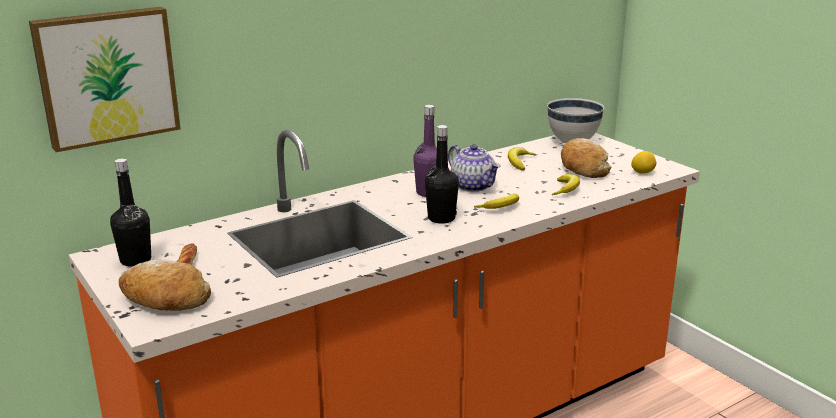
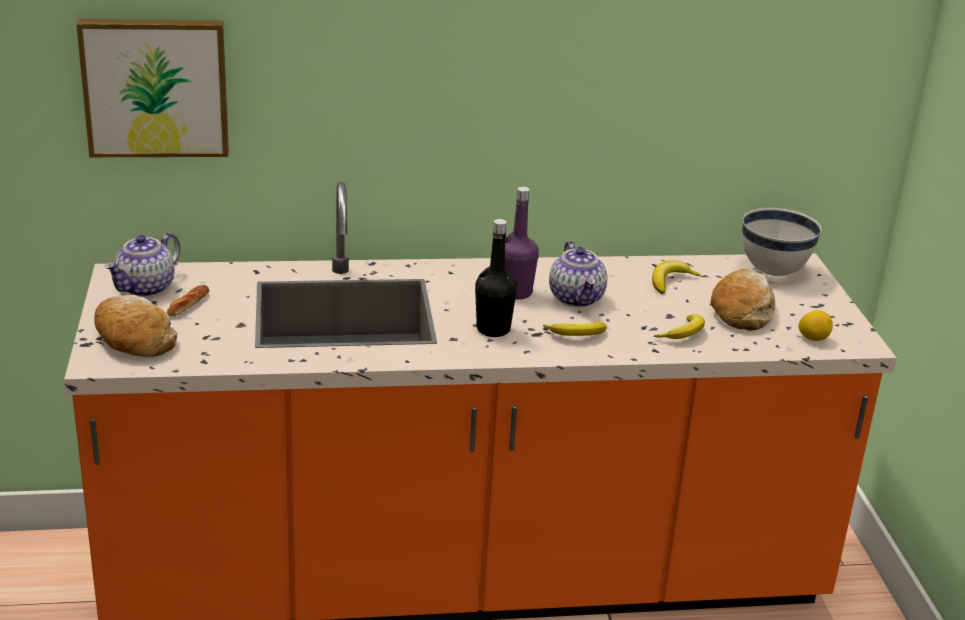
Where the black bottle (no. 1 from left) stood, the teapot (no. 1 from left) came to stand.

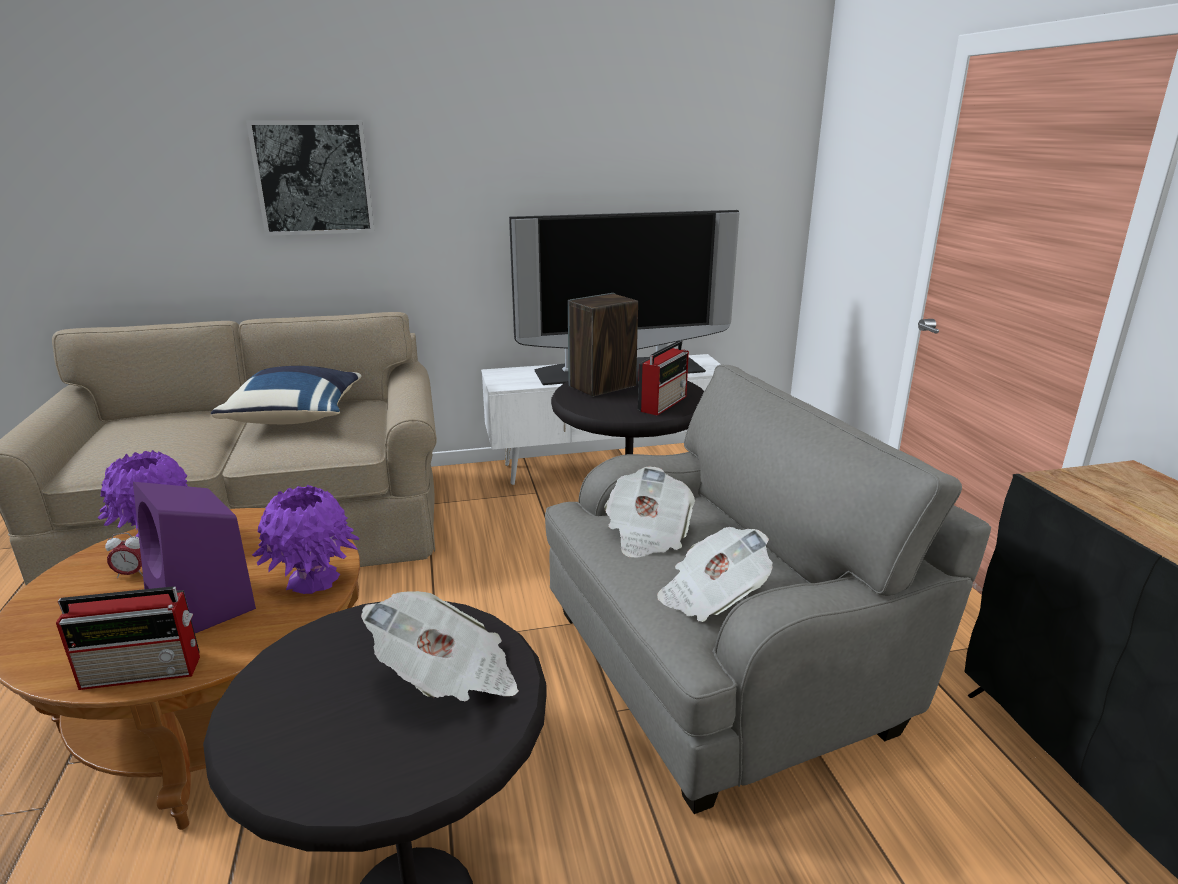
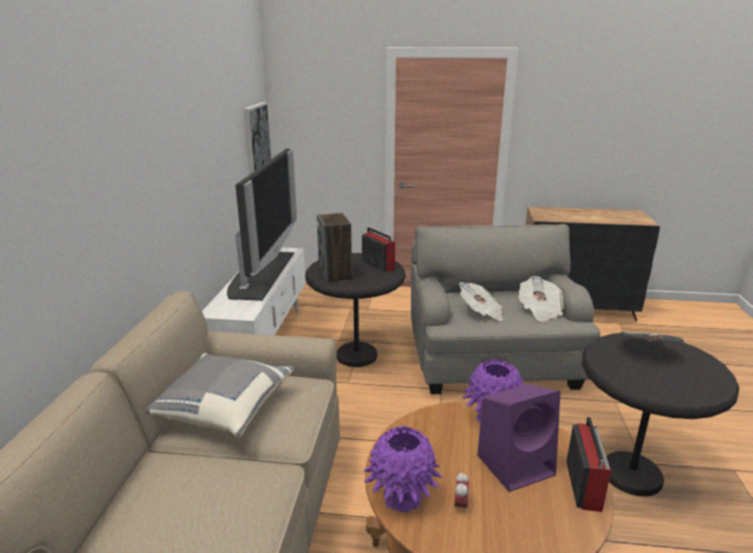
What was the blue pillow turned into the grey pillow. The picture ended up elsewhere.

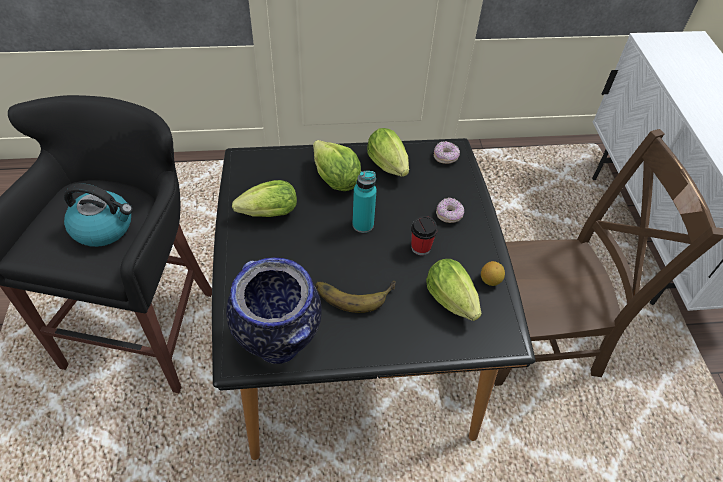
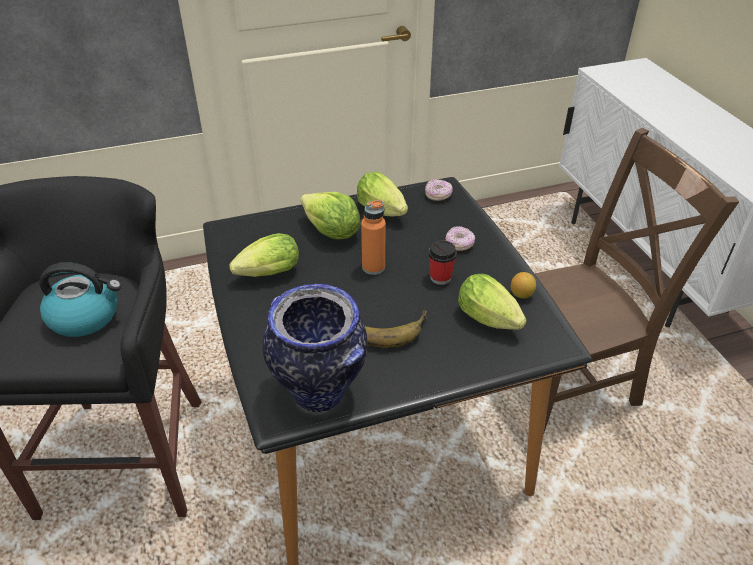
What was the turquoise bottle turned into the orange bottle.

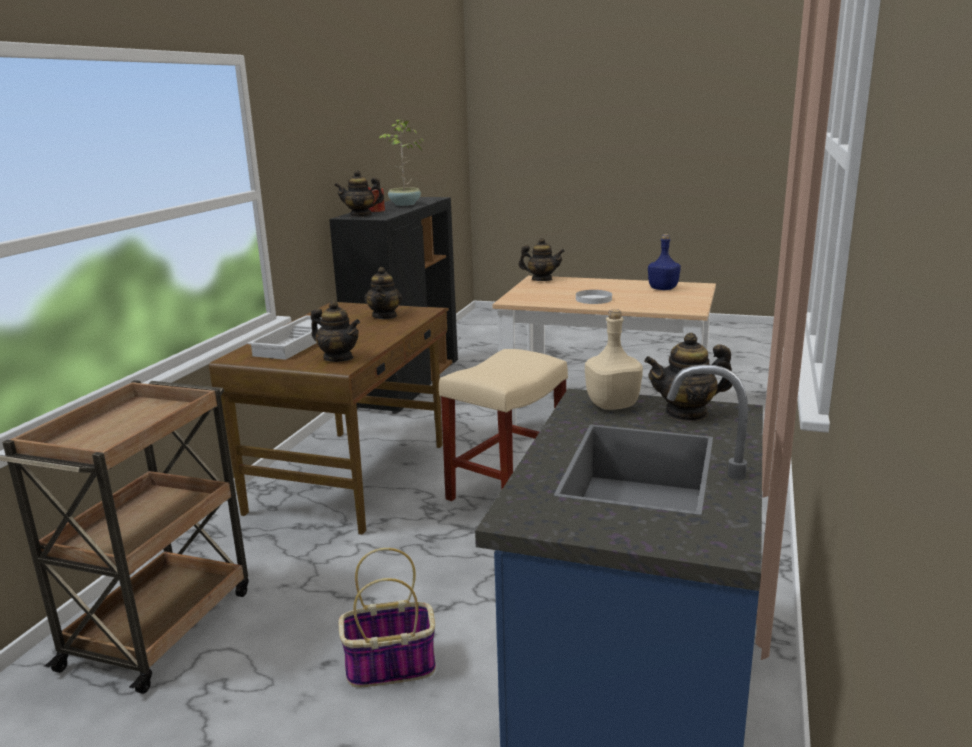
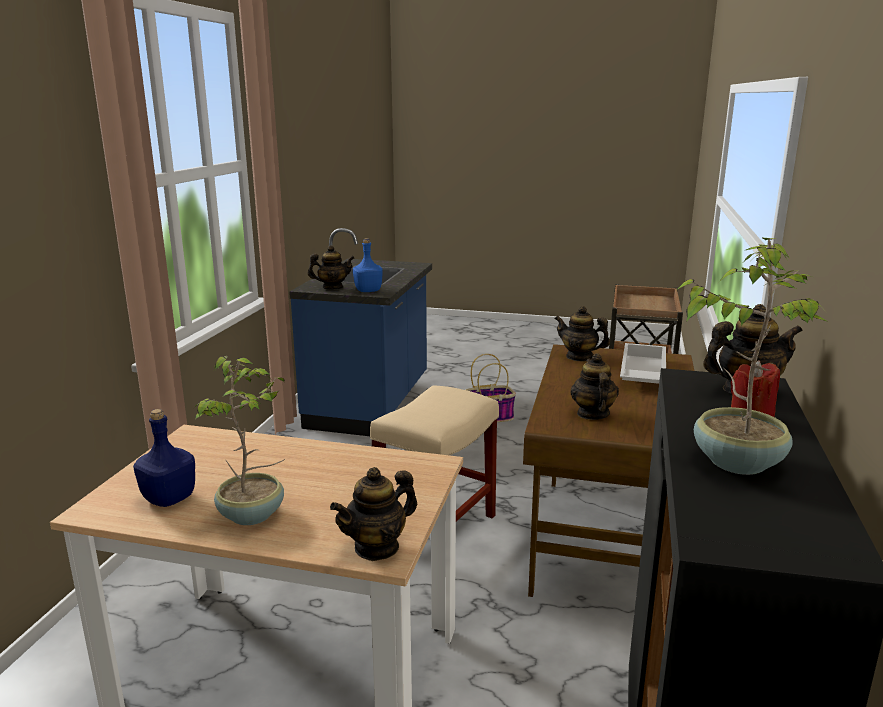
The second view gained the potted plant (no. 1 from left). The teapot (no. 4 from left in the first image) ended up facing another way, 45 degrees counterclockwise from before. What was the beige bottle turned into the blue bottle (no. 2 from left). The second view lost the white plate.

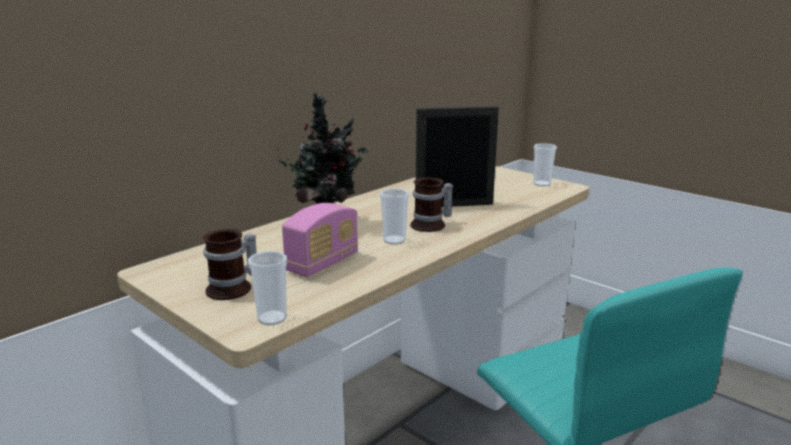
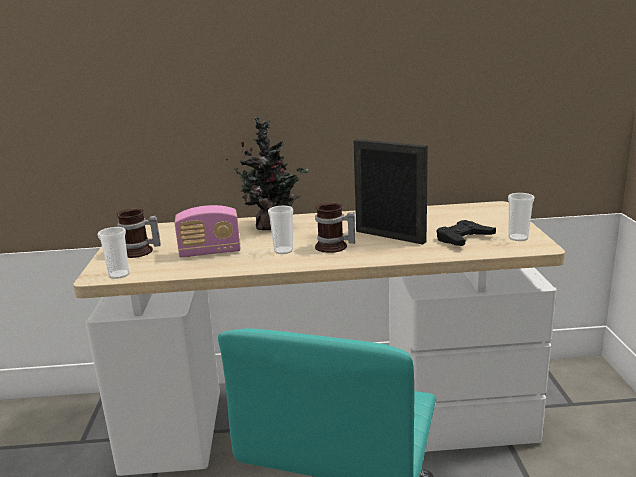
The second view gained the black game controller.

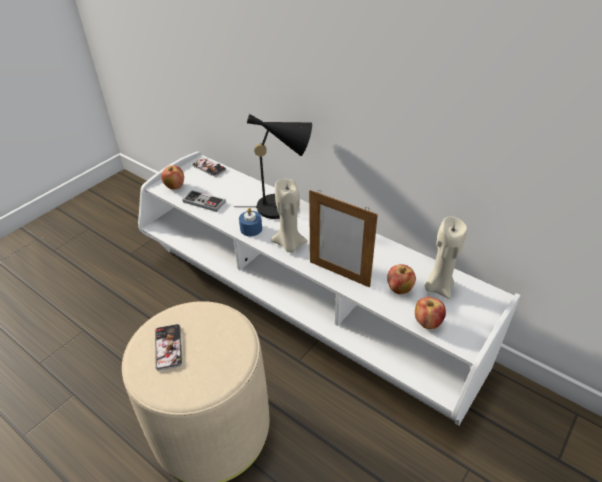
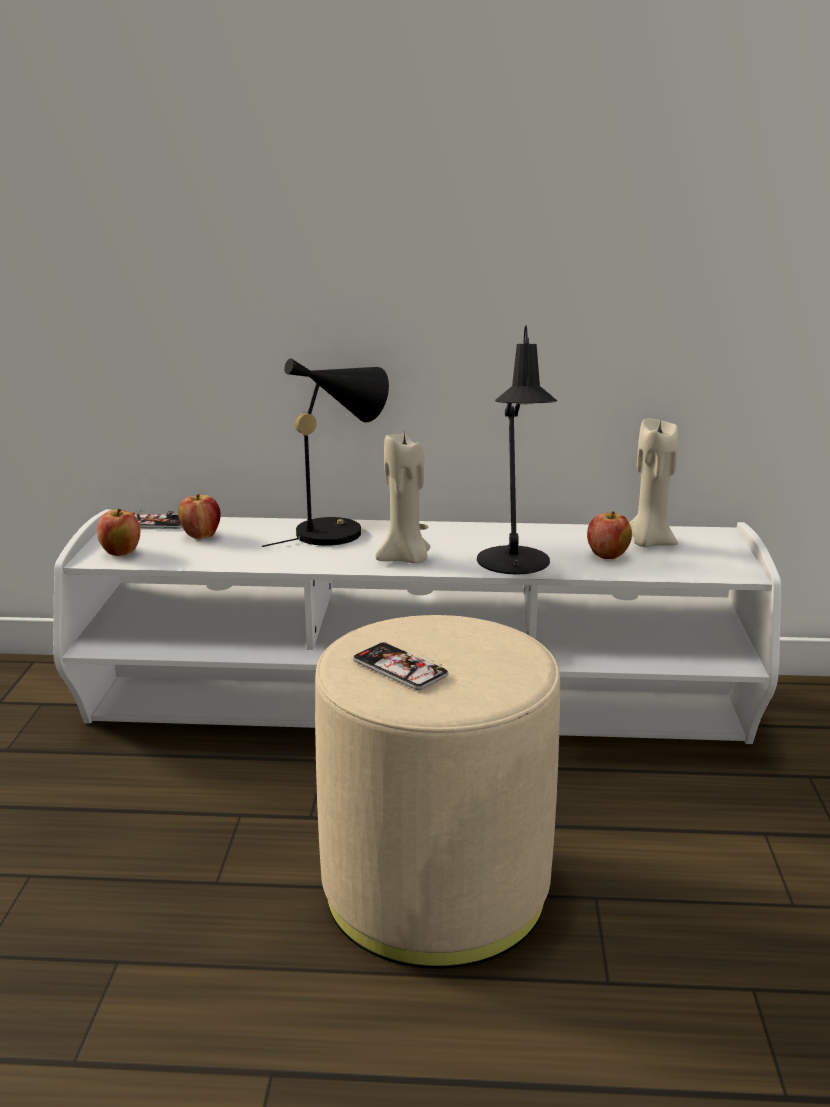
The apple (no. 3 from left in the first image) ended up elsewhere. Where the picture frame stood, the black table lamp (no. 2 from left) came to stand. The second view lost the game controller. The second view lost the blue candle.

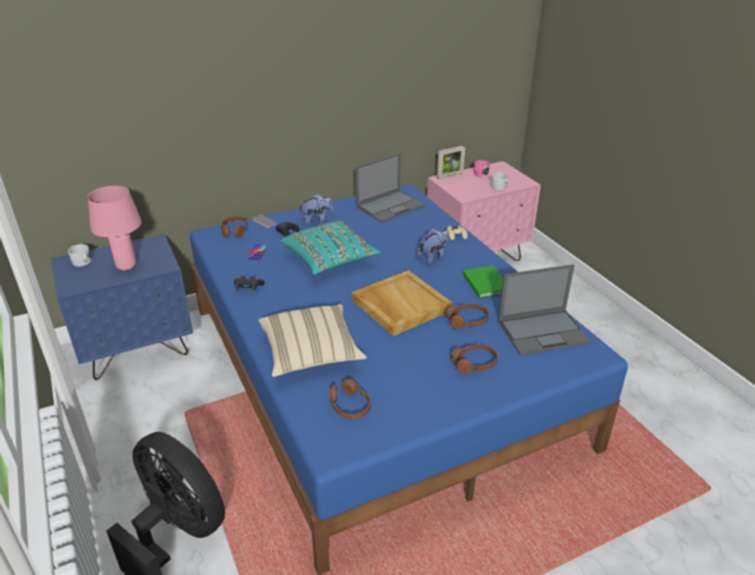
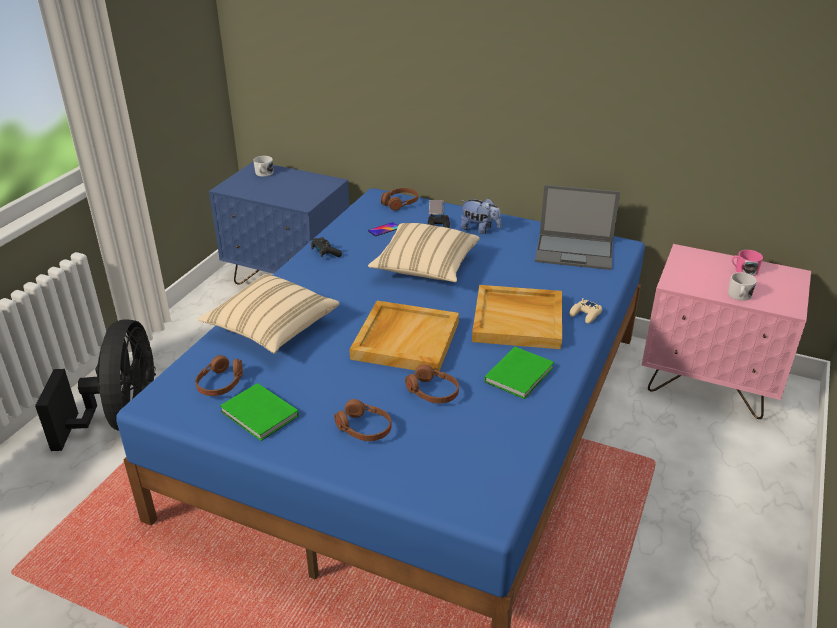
The second view gained the green book (no. 1 from left). What was the turquoise pillow turned into the beige pillow (no. 2 from left). Where the plush toy (no. 2 from left) stood, the beige tray (no. 2 from left) came to stand. The second view lost the pink table lamp. The second view lost the picture frame. The second view lost the laptop (no. 2 from left).

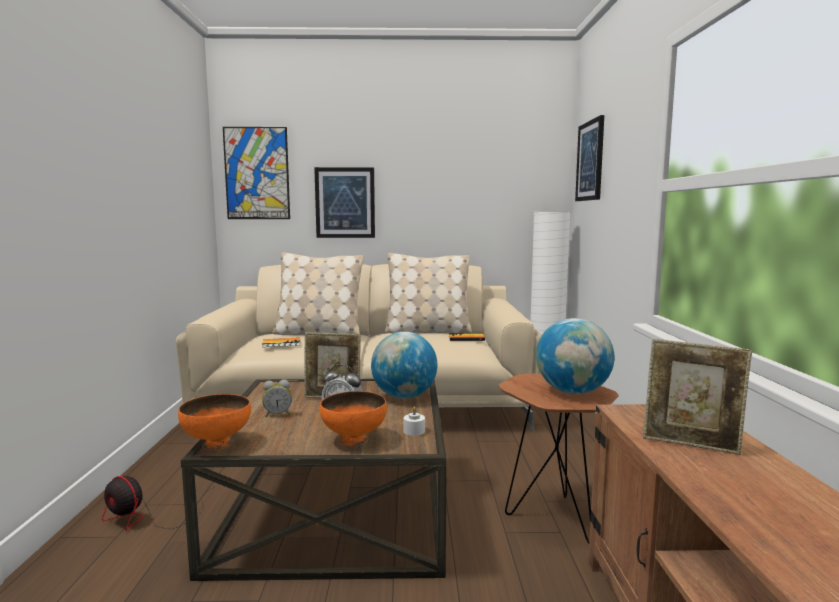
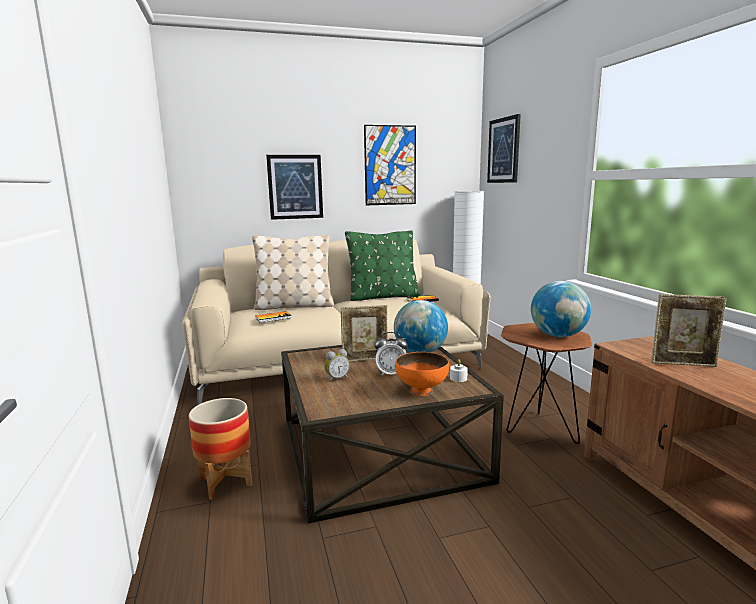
Where the fan stood, the planter came to stand. What was the beige pillow (no. 2 from left) turned into the green pillow. The picture (no. 1 from left in the first image) ended up elsewhere. The second view lost the orange bowl (no. 1 from left).

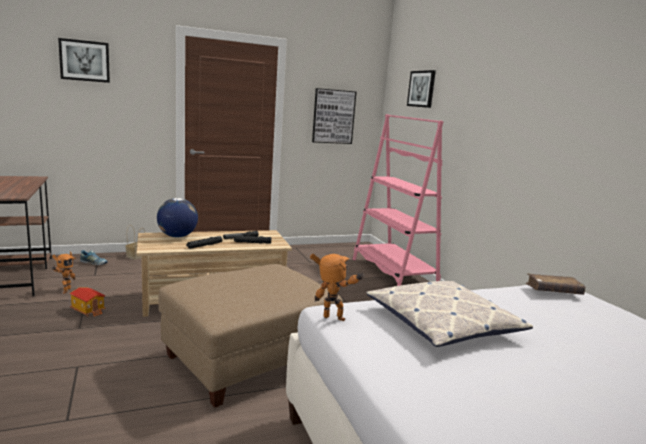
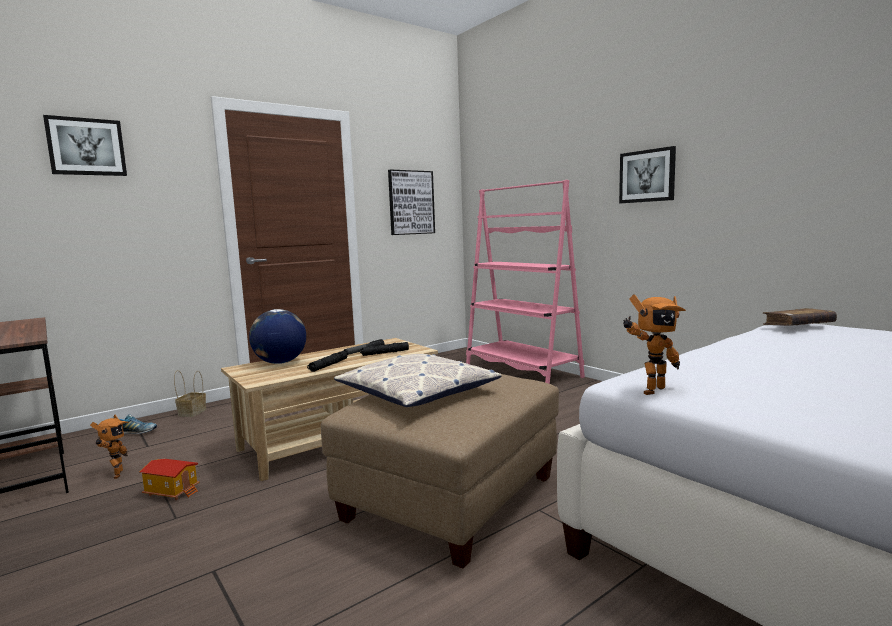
The pillow ended up elsewhere. The picture (no. 3 from left) ended up elsewhere. The toy robot (no. 2 from left) ended up facing another way, 150 degrees clockwise from before.

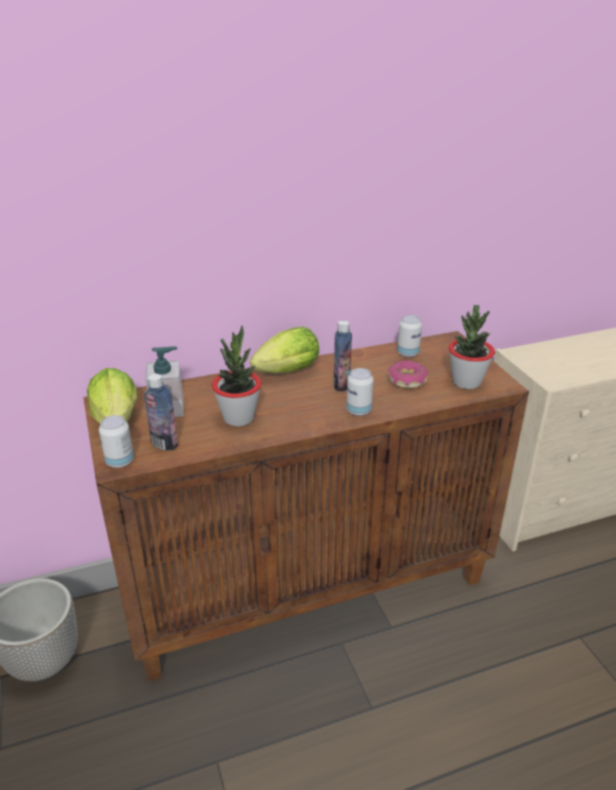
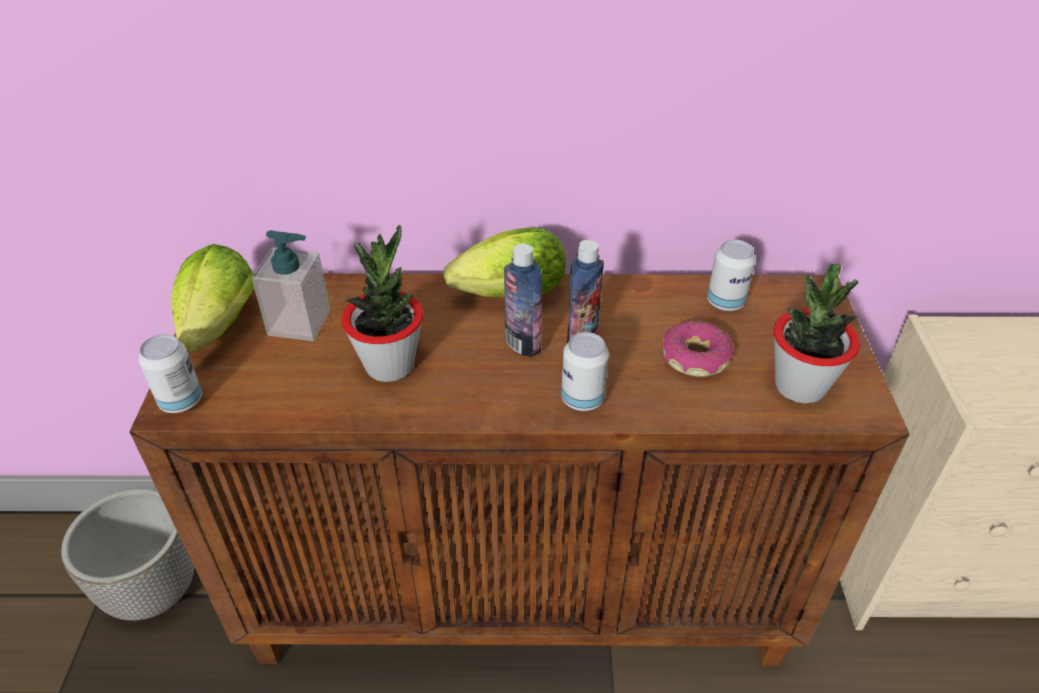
The bottle (no. 1 from left) ended up elsewhere.

